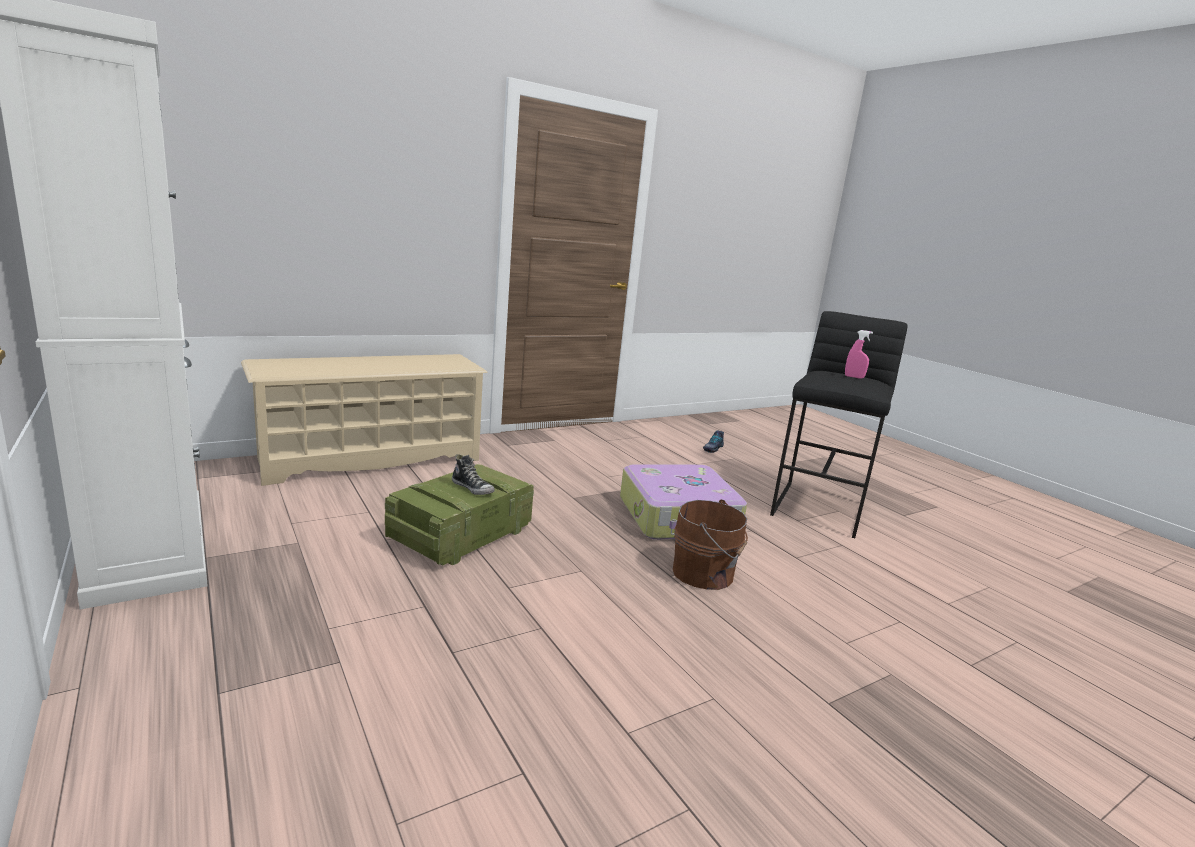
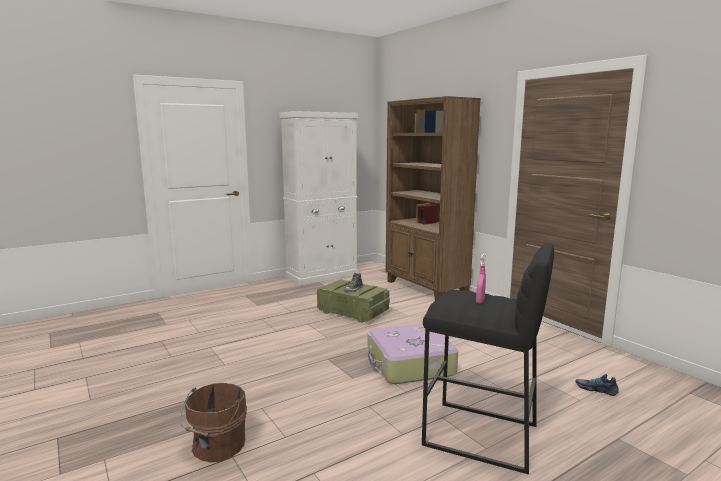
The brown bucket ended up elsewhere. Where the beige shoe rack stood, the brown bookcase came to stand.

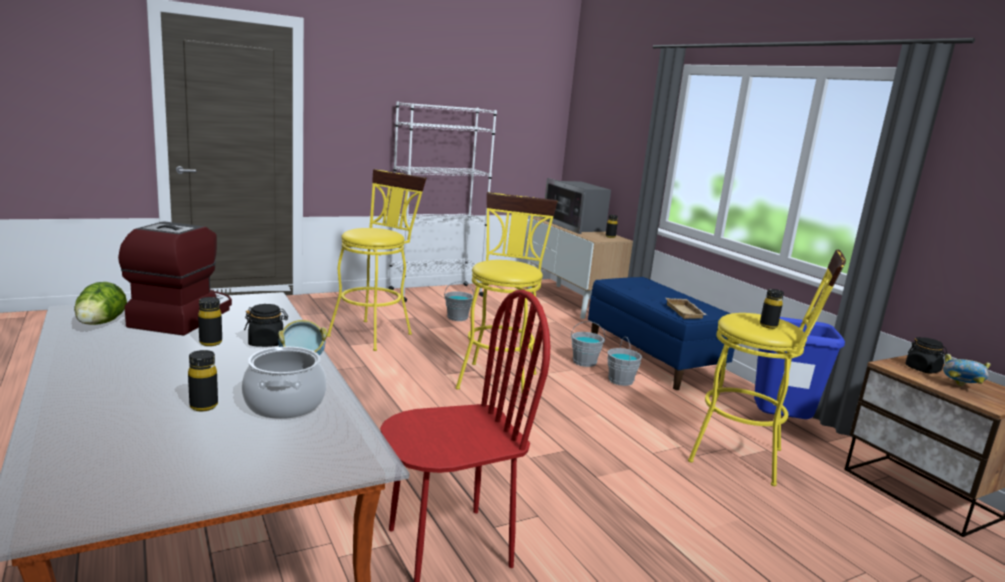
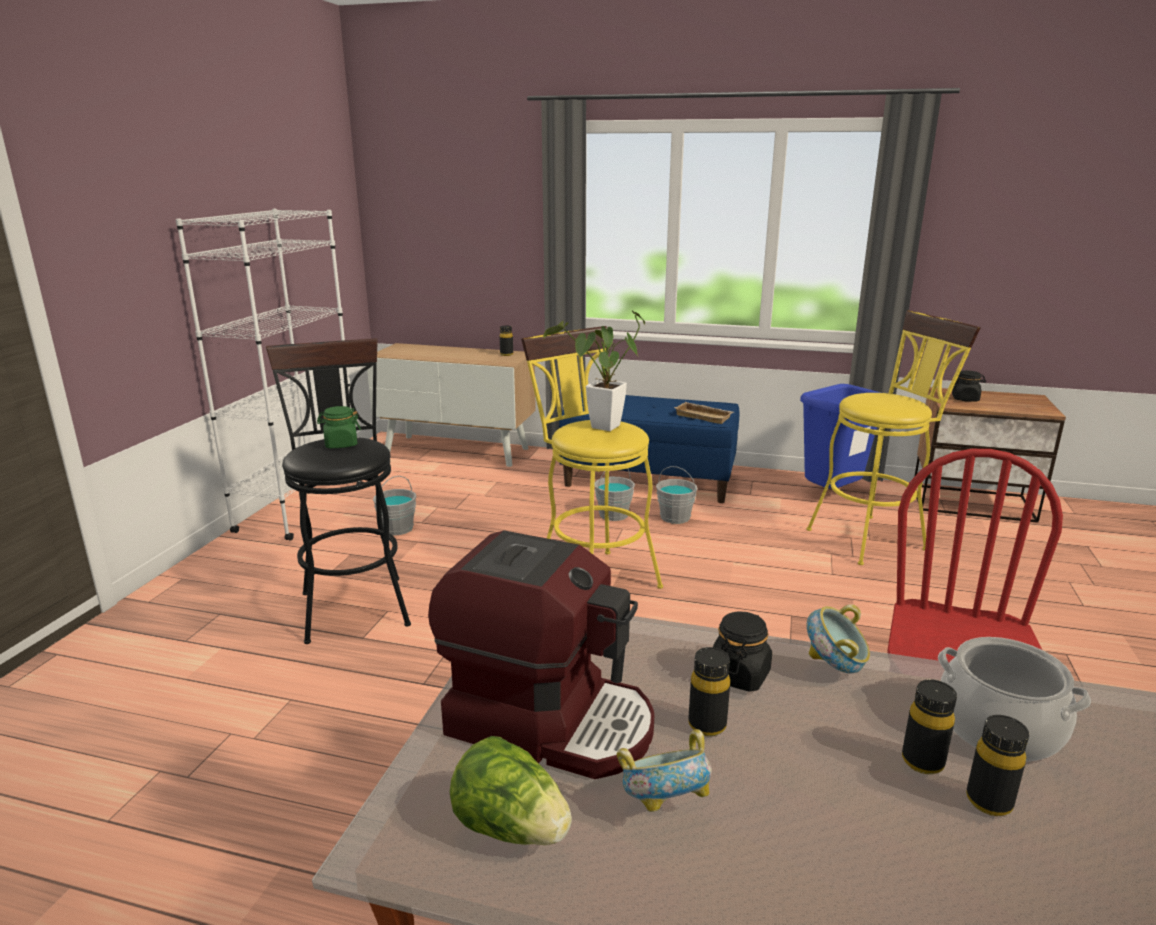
What was the yellow stool (no. 1 from left) turned into the black stool. The second view gained the green jar. The coffee machine ended up facing another way, 150 degrees clockwise from before. The second view gained the potted plant. The bowl (no. 2 from left in the first image) ended up elsewhere. The black bottle (no. 4 from left in the first image) ended up elsewhere. The second view lost the microwave.

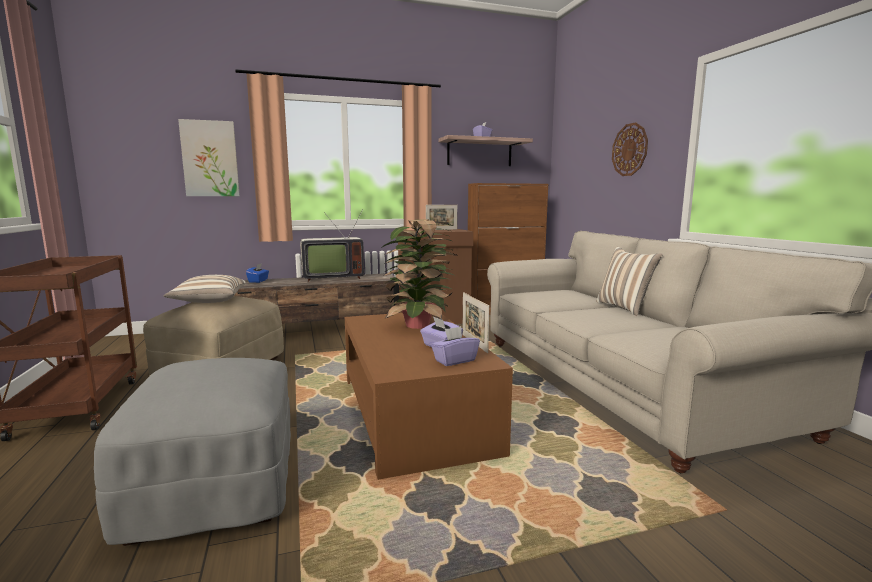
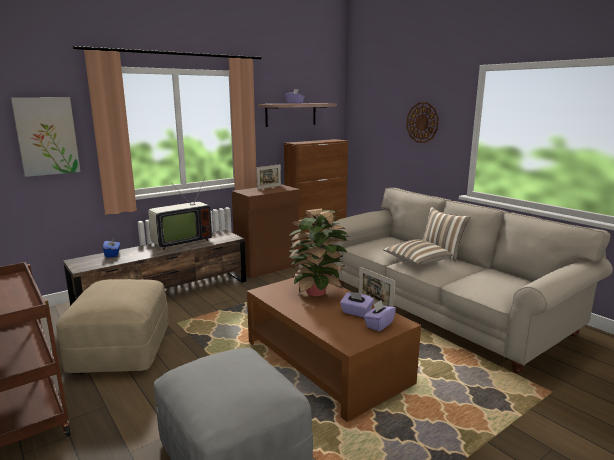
The pillow (no. 1 from left) ended up elsewhere.

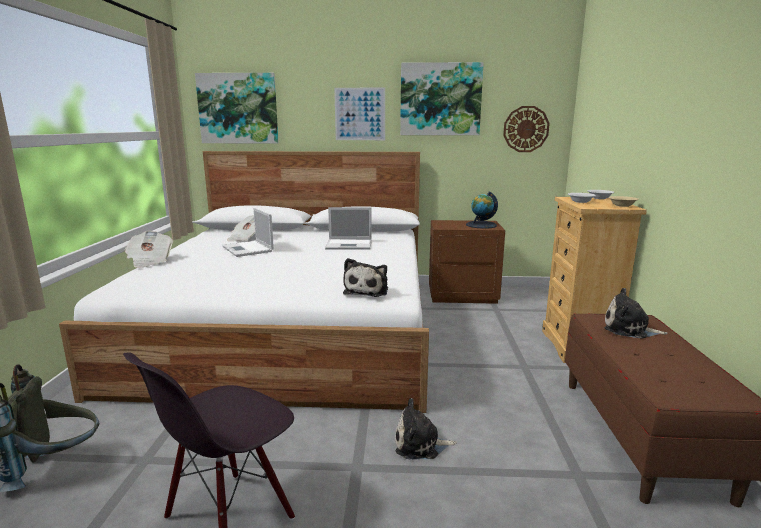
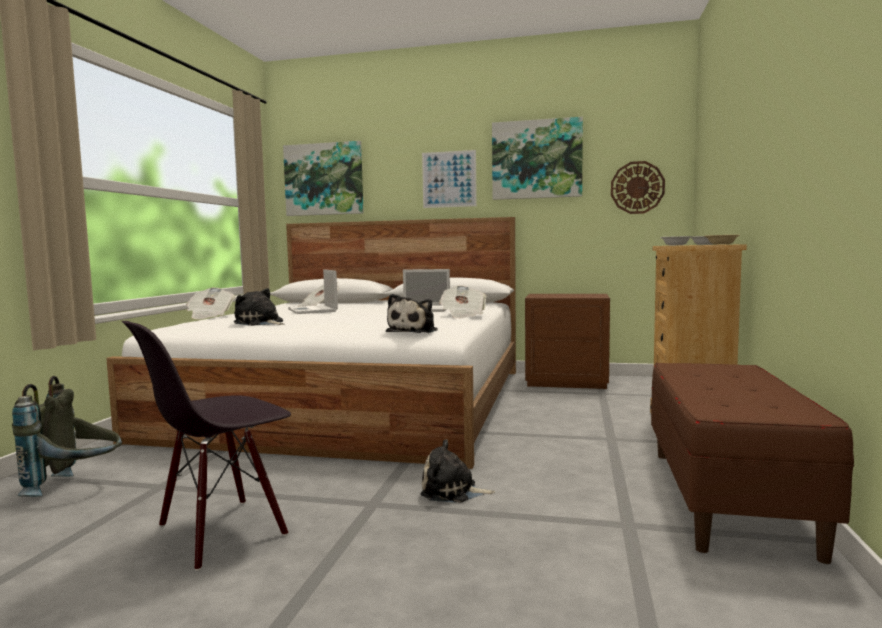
The plush toy (no. 3 from left in the first image) ended up elsewhere. The second view gained the newspaper (no. 3 from left). The second view lost the globe.

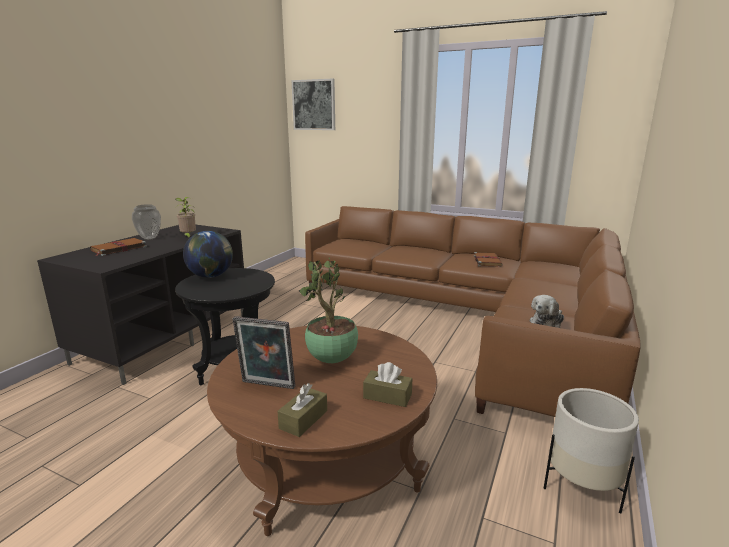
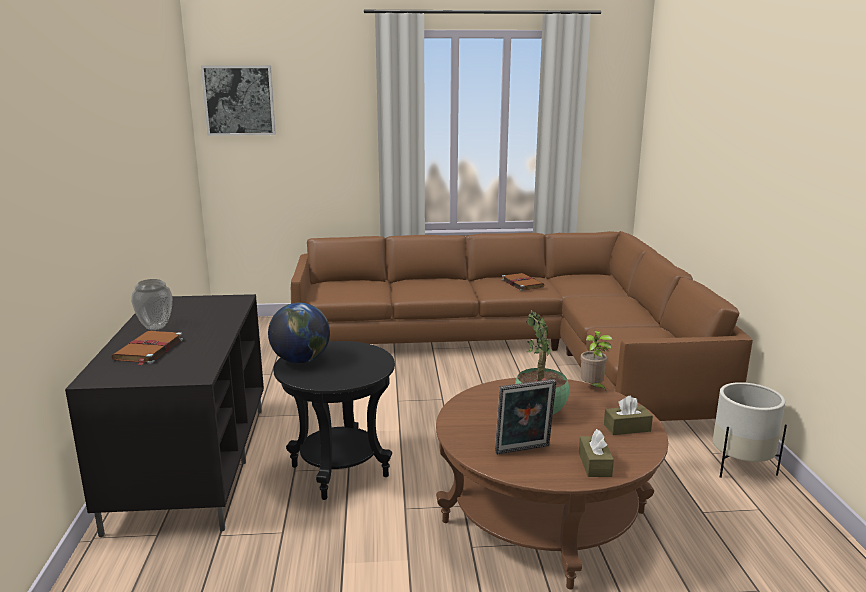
The potted plant (no. 1 from left in the first image) ended up elsewhere. The second view lost the plush toy.

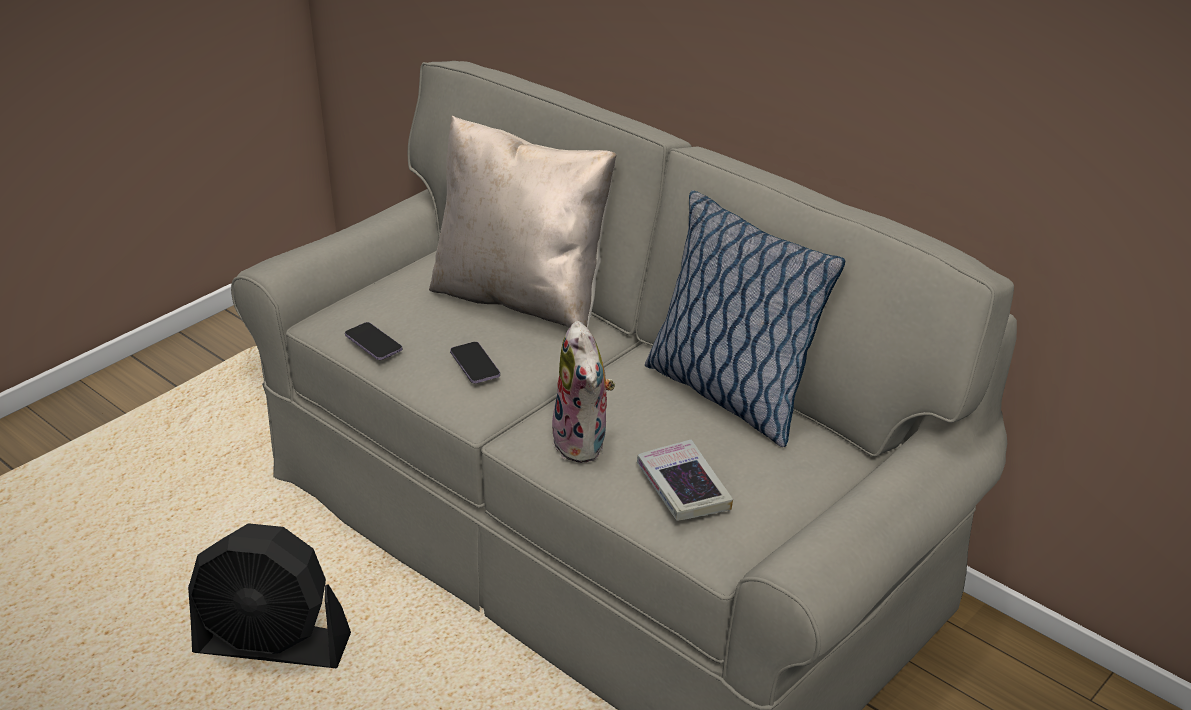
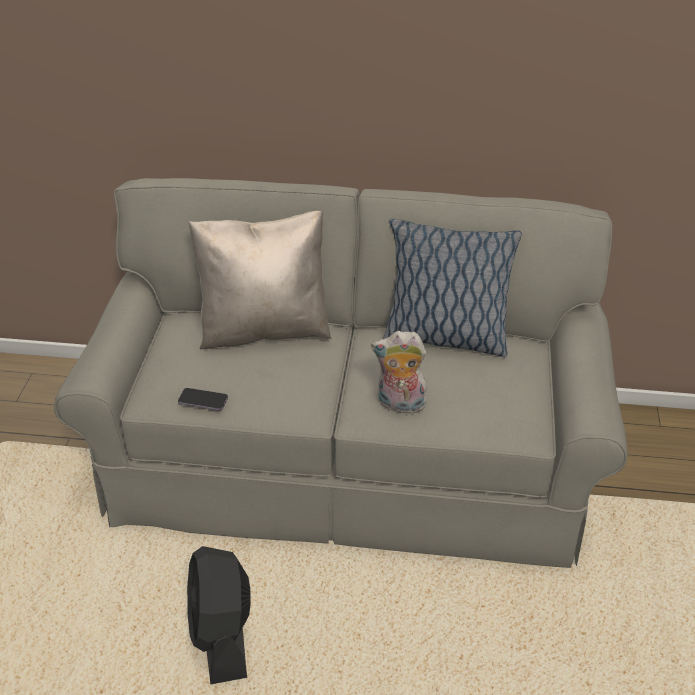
The black fan ended up facing another way, 105 degrees clockwise from before. The plush toy ended up facing another way, 150 degrees clockwise from before. The second view lost the phone (no. 2 from left). The second view lost the book.

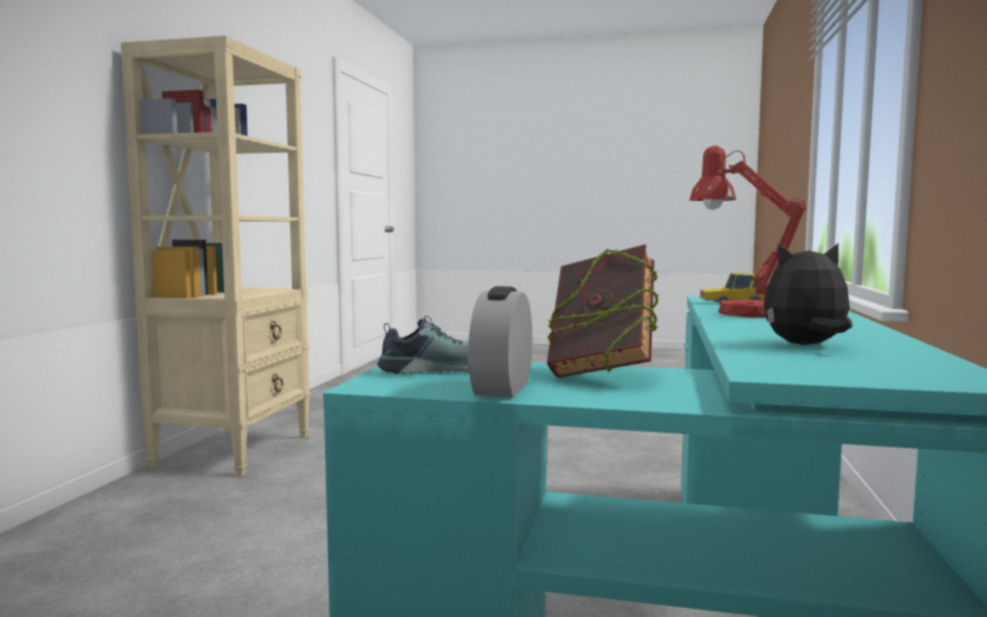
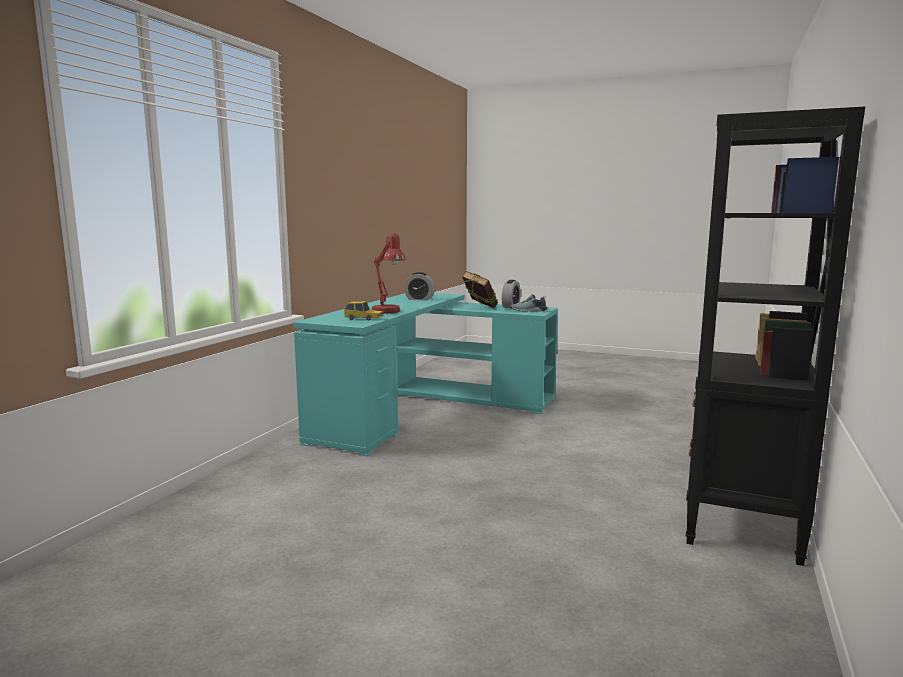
Where the plush toy stood, the alarm clock (no. 1 from left) came to stand. What was the beige bookcase turned into the black bookcase.

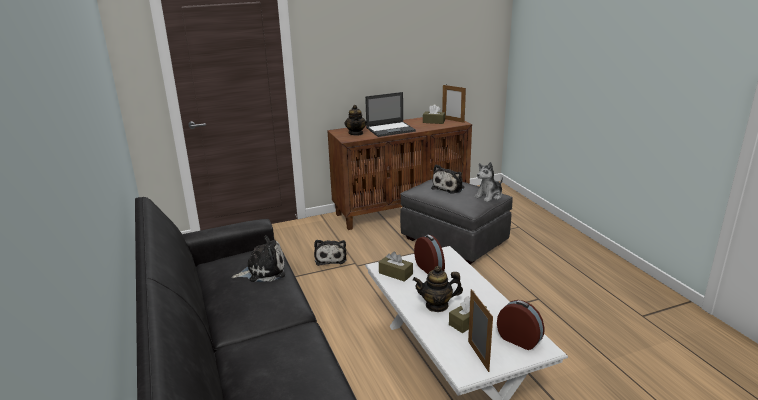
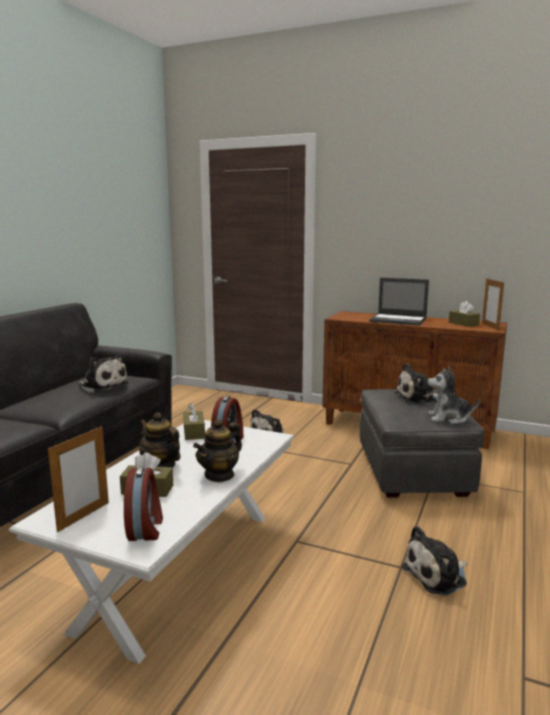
The teapot (no. 1 from left in the first image) ended up elsewhere. The second view gained the plush toy (no. 4 from left).

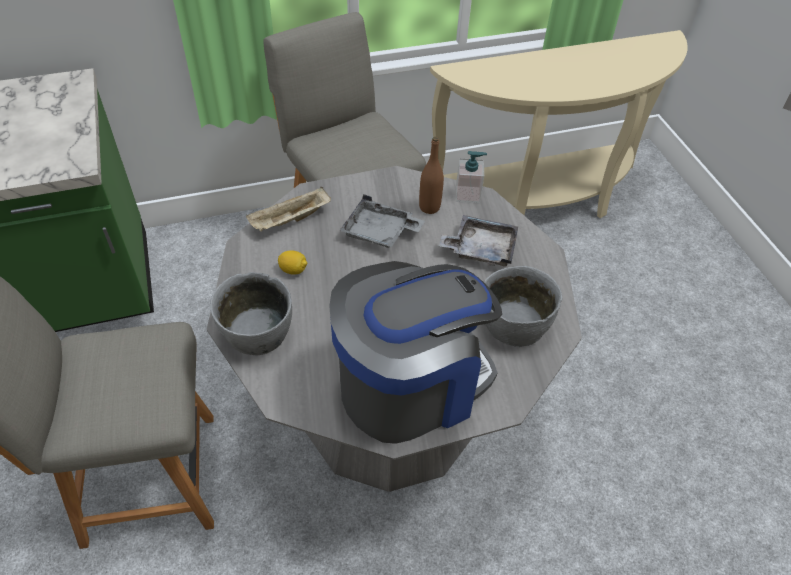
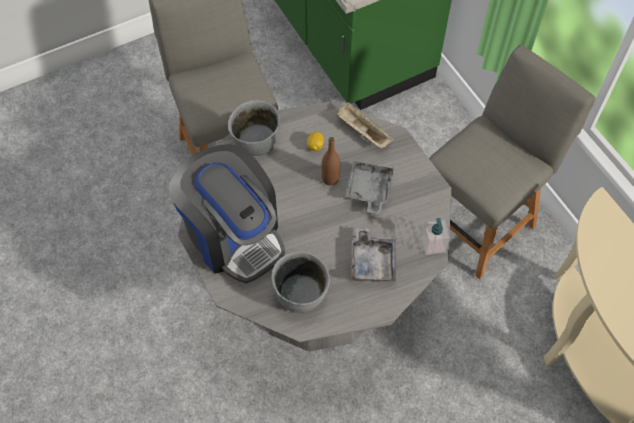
The brown bottle ended up elsewhere.

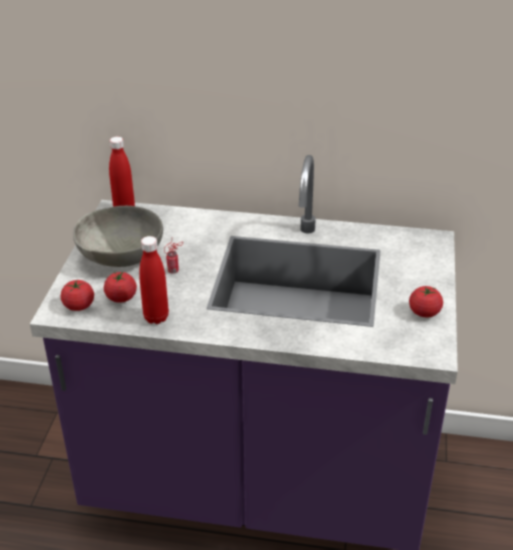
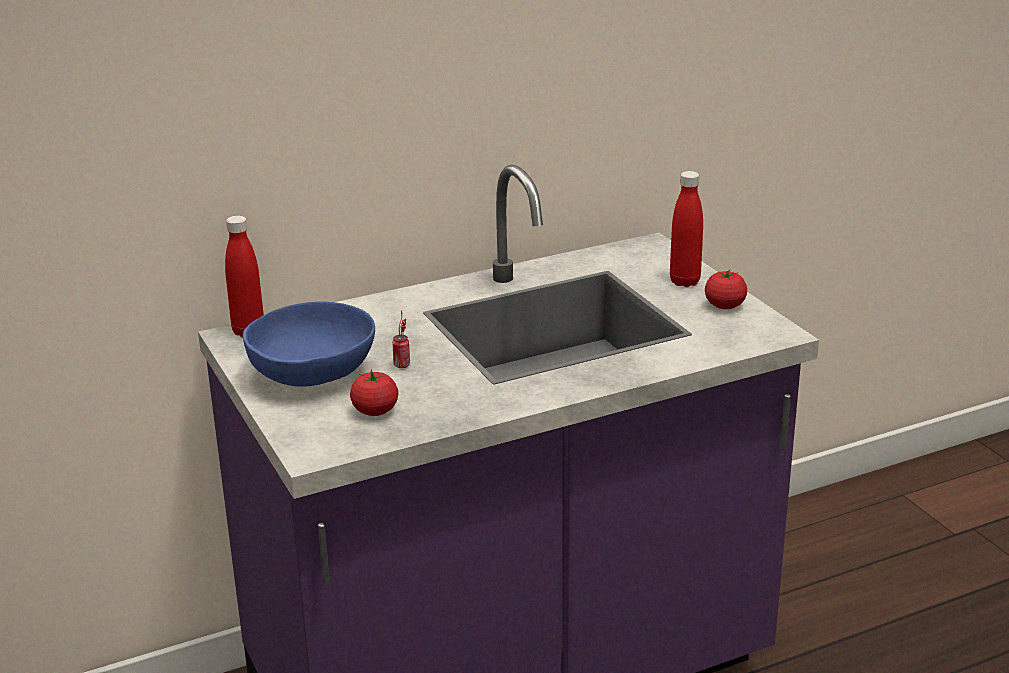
What was the grey bowl turned into the blue bowl. The red bottle (no. 2 from left) ended up elsewhere. The second view lost the tomato (no. 1 from left).

